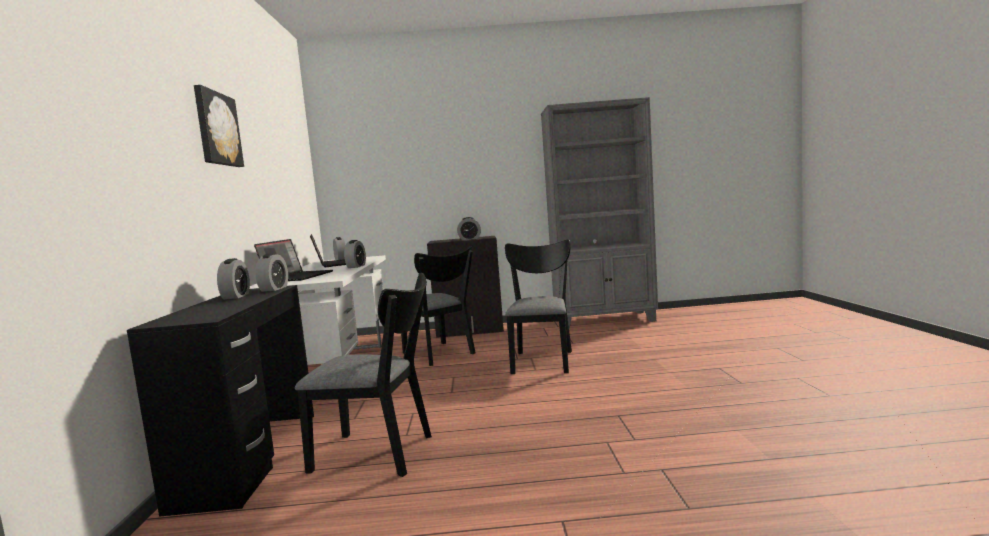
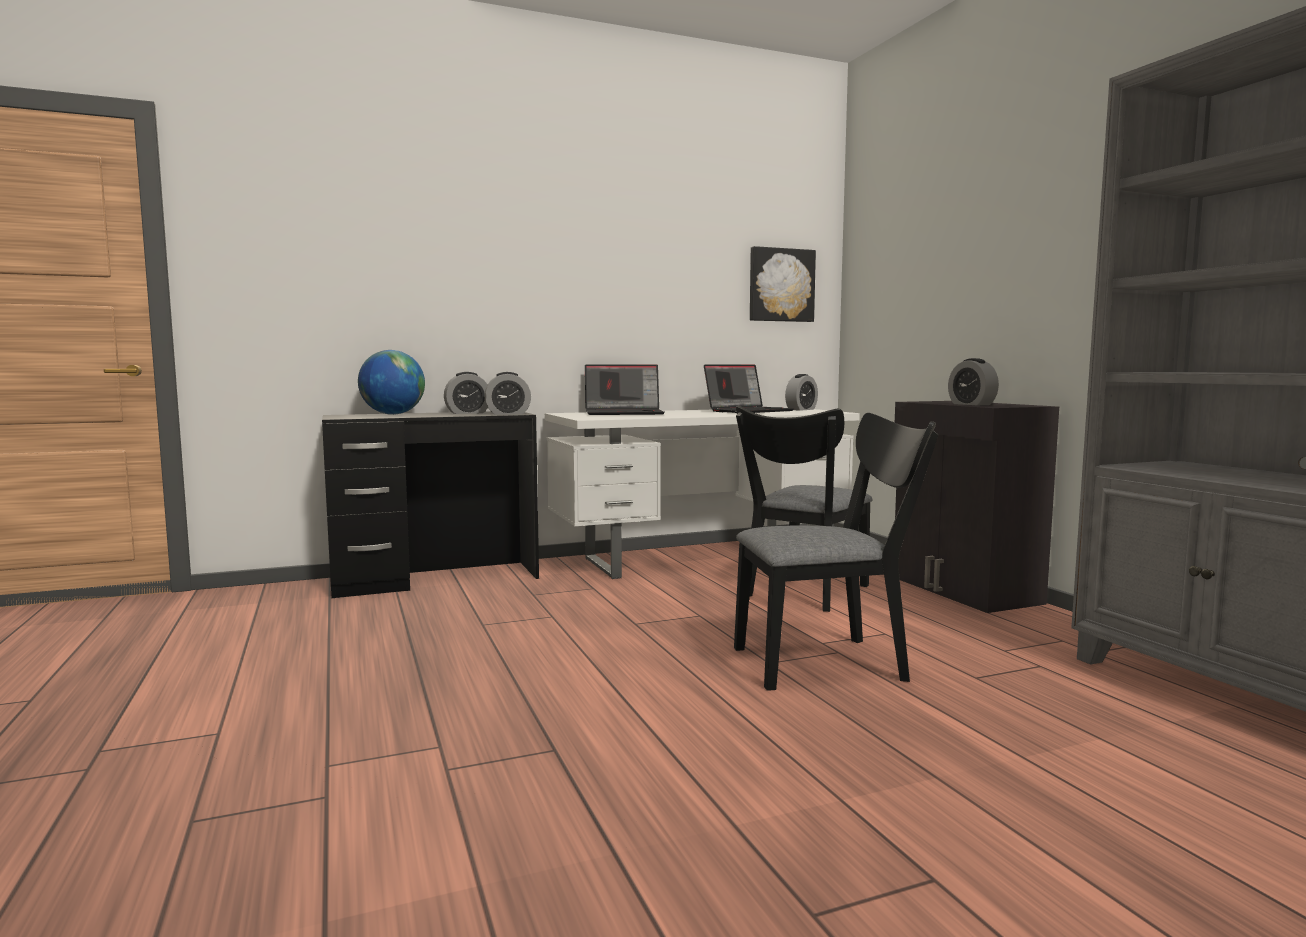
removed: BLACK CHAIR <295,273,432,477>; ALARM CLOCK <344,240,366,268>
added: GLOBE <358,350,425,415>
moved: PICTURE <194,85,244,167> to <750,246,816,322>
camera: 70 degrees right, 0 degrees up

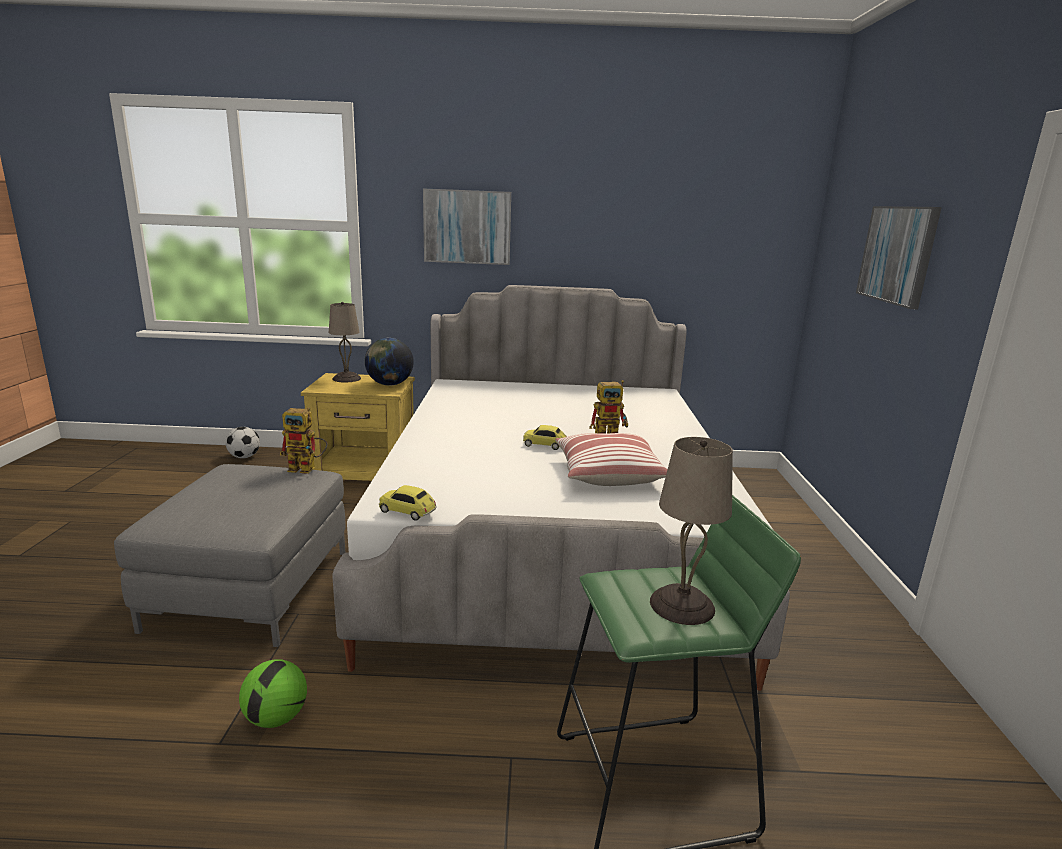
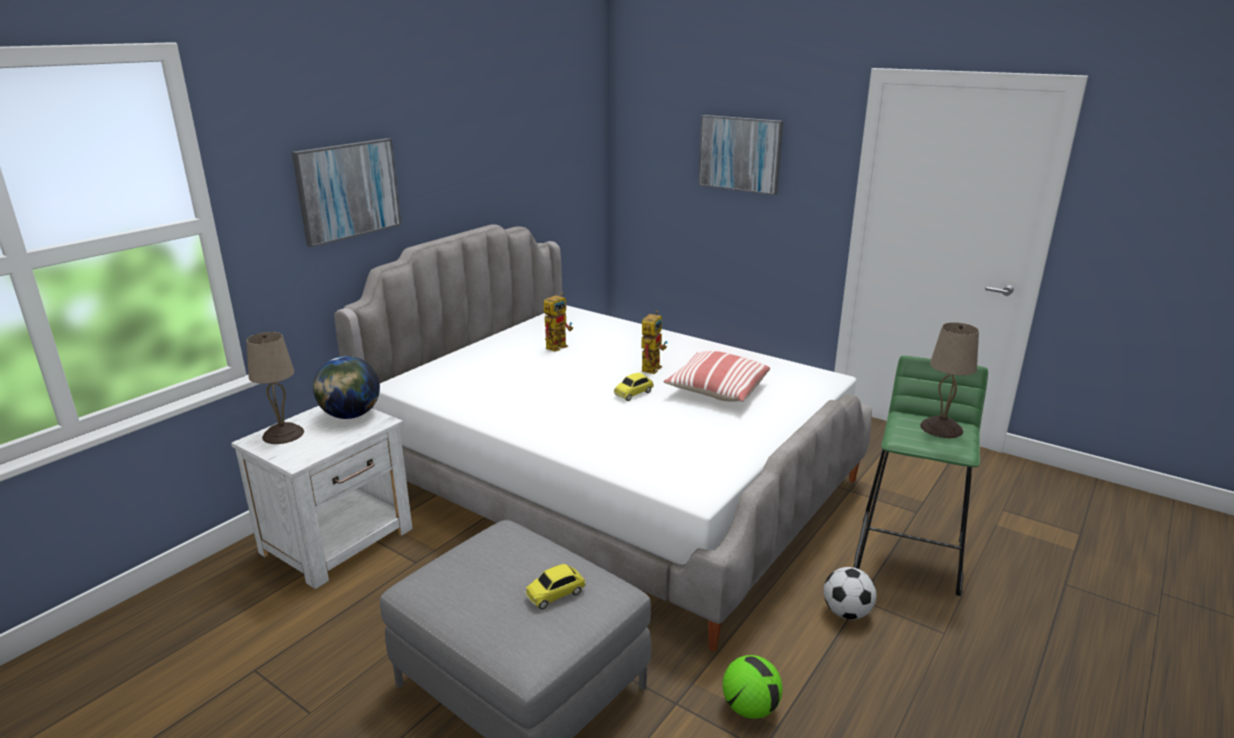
moved: TOY CAR <379,485,437,521> to <525,564,586,610>; TOY ROBOT <280,408,328,474> to <544,293,573,352>; FOOTBALL <225,427,260,458> to <824,567,876,620>
recoloured: YELLOW NIGHTSTAND <301,373,415,481> to WHITE NIGHTSTAND <231,406,413,589>
camera: 55 degrees left, 5 degrees up

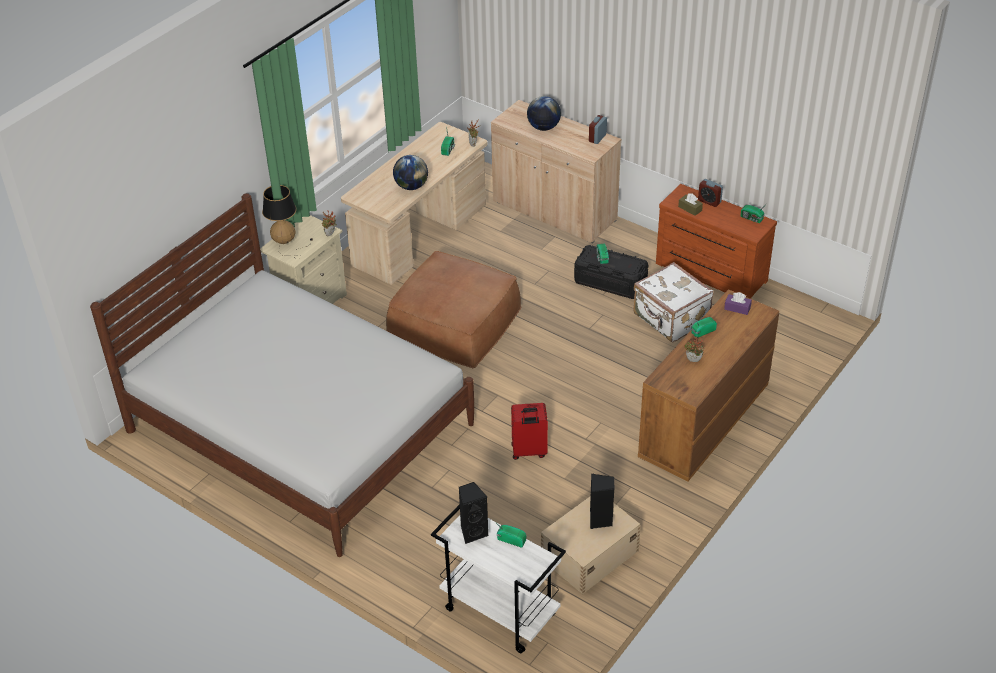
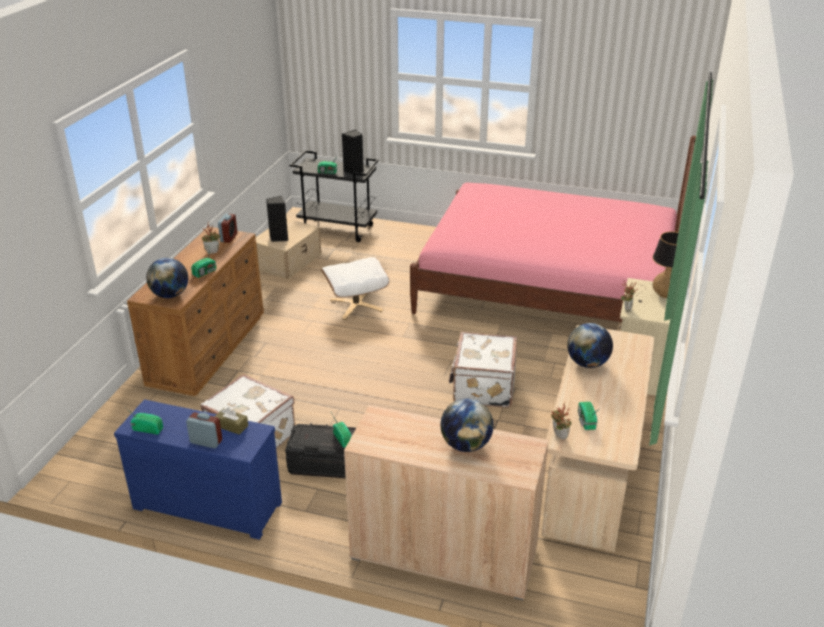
moved: ALARM CLOCK <589,115,607,144> to <218,214,237,243>
replaced: PURPLE TISSUE BOX <724,292,752,315> to GLOBE <146,258,188,298>; RED SUITCASE <511,403,548,460> to WHITE OTTOMAN <321,257,390,320>; BROWN OTTOMAN <386,251,521,368> to WHITE SUITCASE <449,332,517,408>
recoloured: BROWN DRESSER <656,184,777,299> to BLUE DRESSER <114,399,282,540>; WHITE CART <431,504,566,653> to BLACK CART <290,150,379,242>; WHITE BED <90,193,474,557> to PINK BED <410,136,696,322>
camera: 160 degrees right, 10 degrees down

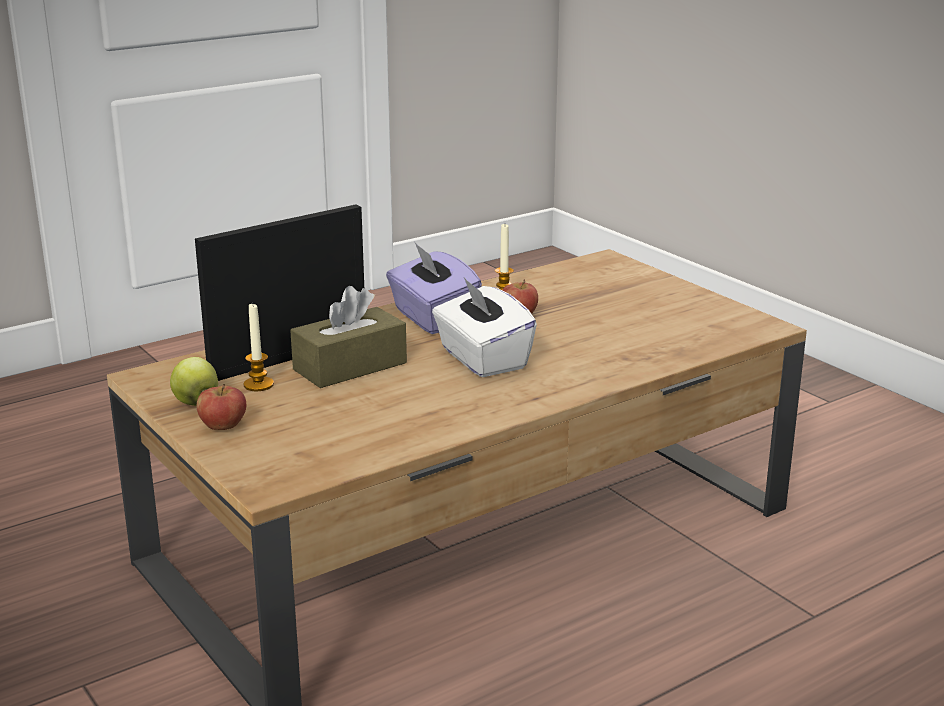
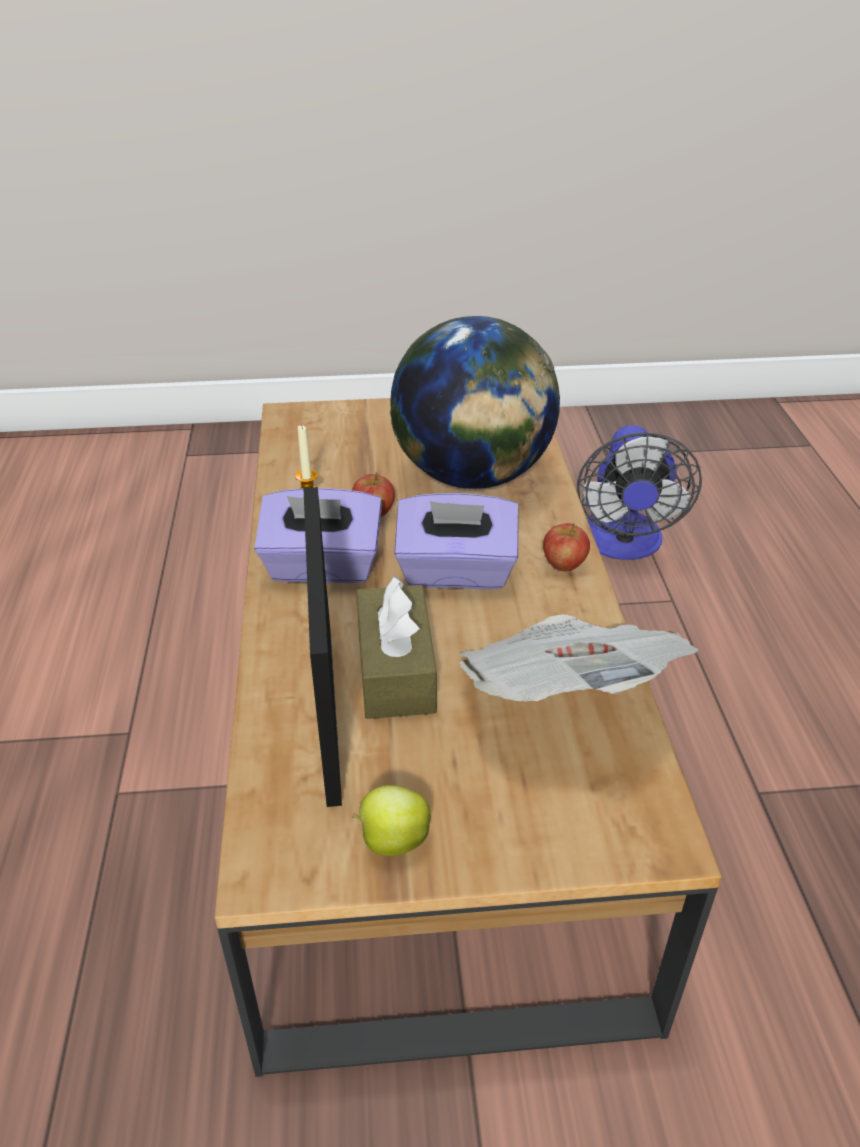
removed: CANDLE <243,304,274,391>
added: GLOBE <390,316,560,489>; NEWSPAPER <459,614,699,702>; FAN <577,425,702,560>
moved: APPLE <197,384,246,430> to <543,523,590,571>
recoloured: WHITE TISSUE BOX <432,278,537,377> to PURPLE TISSUE BOX <394,493,519,590>
camera: 60 degrees left, 15 degrees up

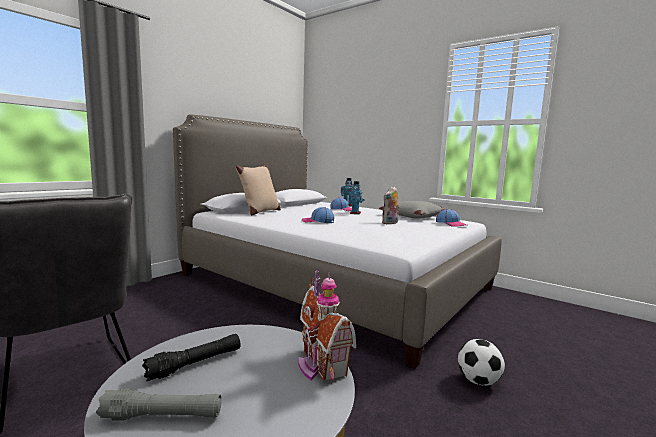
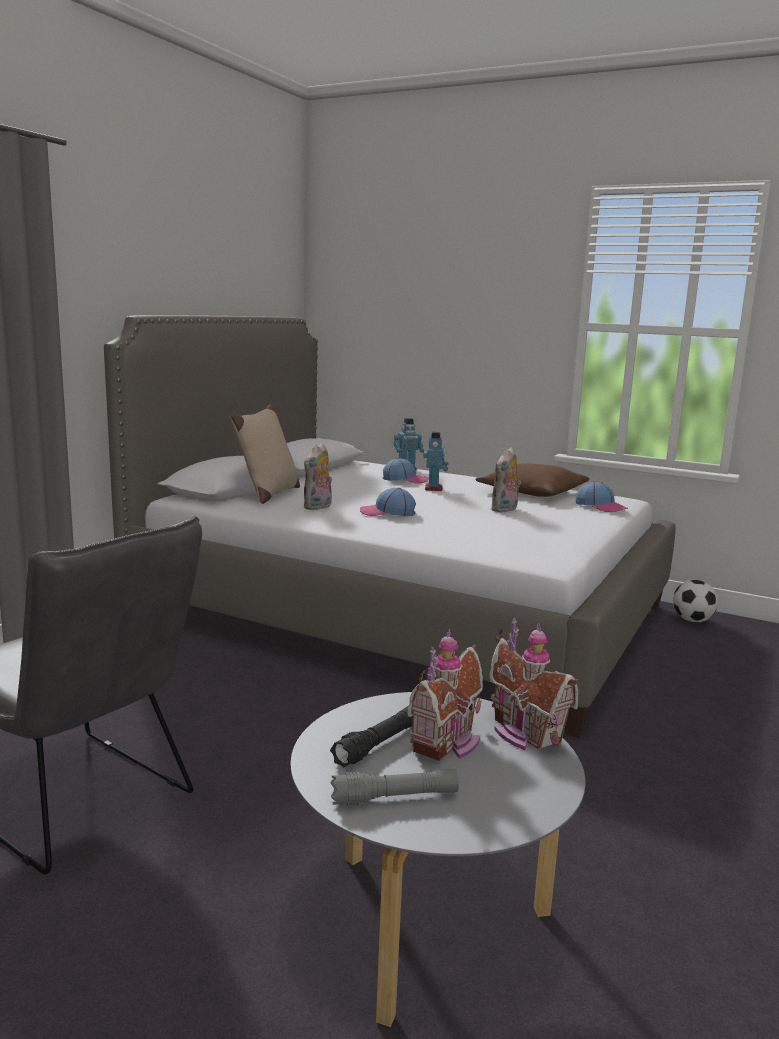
added: PLUSH TOY <304,443,332,510>; TOY HOUSE <407,630,483,761>
moved: FOOTBALL <458,339,505,386> to <673,580,718,622>
recoloured: GREY PILLOW <379,201,446,219> to BROWN PILLOW <475,463,590,497>
camera: 10 degrees left, 5 degrees up

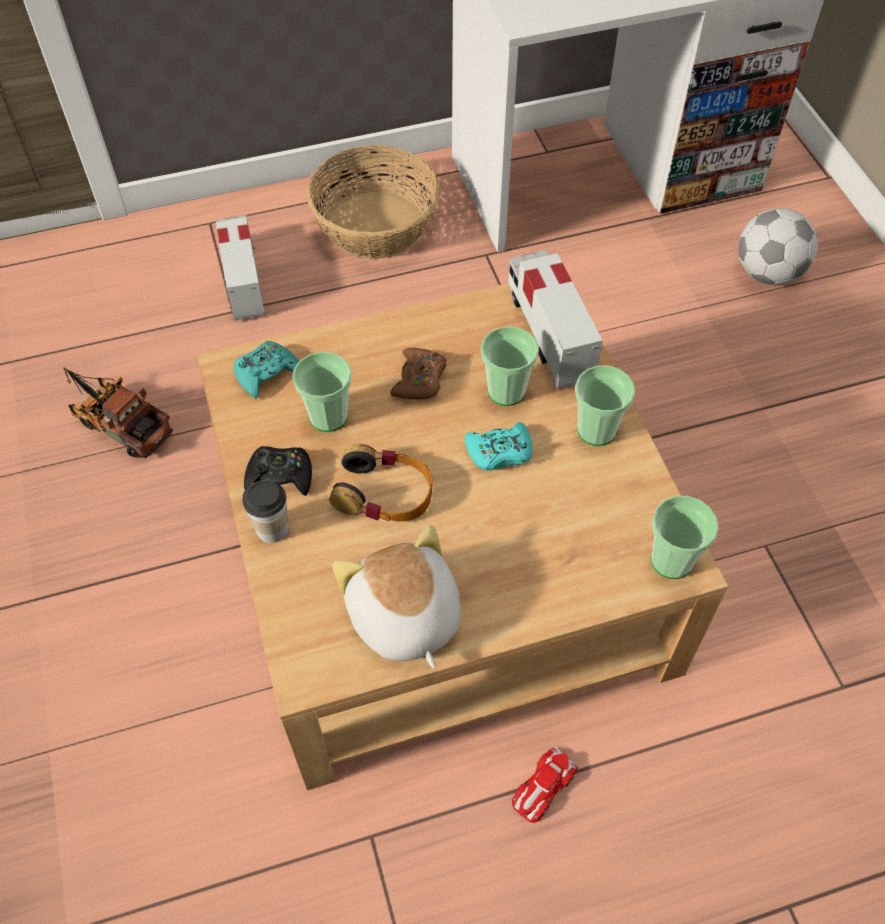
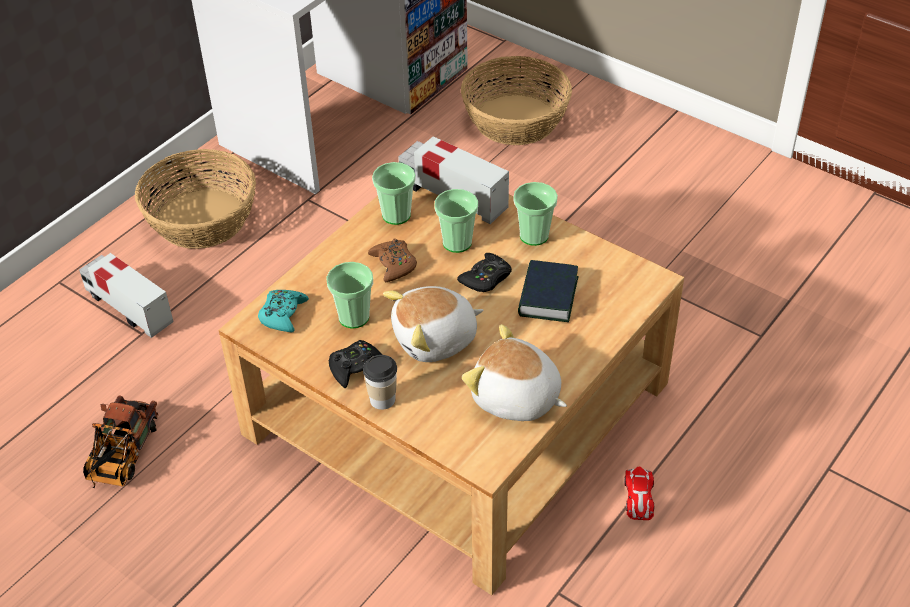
added: BOOK <518,260,579,322>
moved: CUP <651,496,719,579> to <372,162,416,225>
replaced: HEADPHONES <329,443,433,521> to PLUSH TOY <383,286,483,362>; FOOTBALL <738,208,818,285> to BASKET <461,56,572,145>
recoloured: TURQUOISE GAME CONTROLLER <464,422,533,470> to BLACK GAME CONTROLLER <457,253,512,292>
turned: TOY TRUCK <63,368,173,458> = <83,395,158,488> 75 degrees counterclockwise
camera: 35 degrees left, 10 degrees down

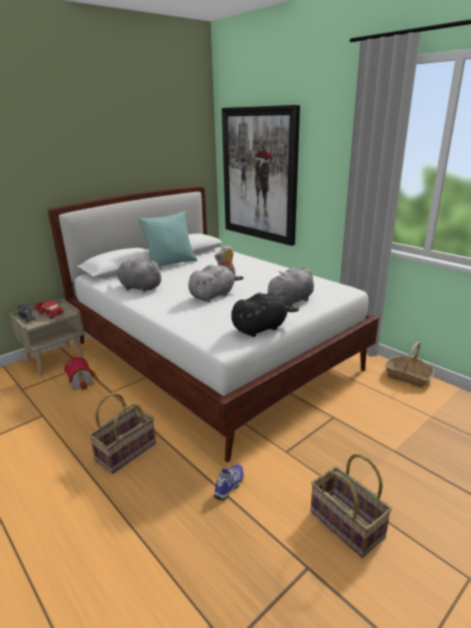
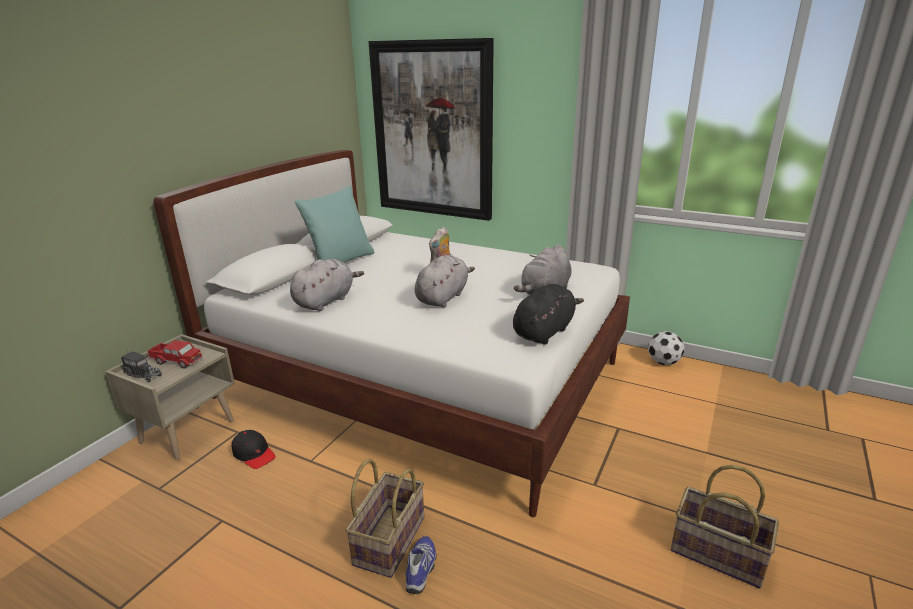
moved: SHOE <214,464,244,500> to <406,536,437,594>
replaced: TOY HOUSE <64,357,99,391> to BLACK CAP <232,430,276,469>; BASKET <385,342,435,387> to FOOTBALL <648,331,684,365>
turned: GREY PLUSH TOY <117,257,163,292> = <290,259,364,311> 120 degrees clockwise
camera: 20 degrees left, 0 degrees up

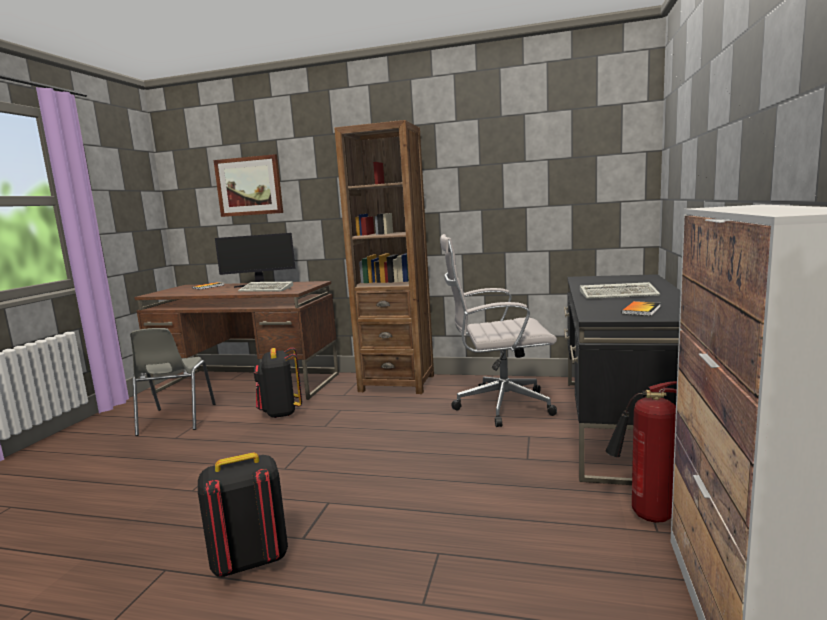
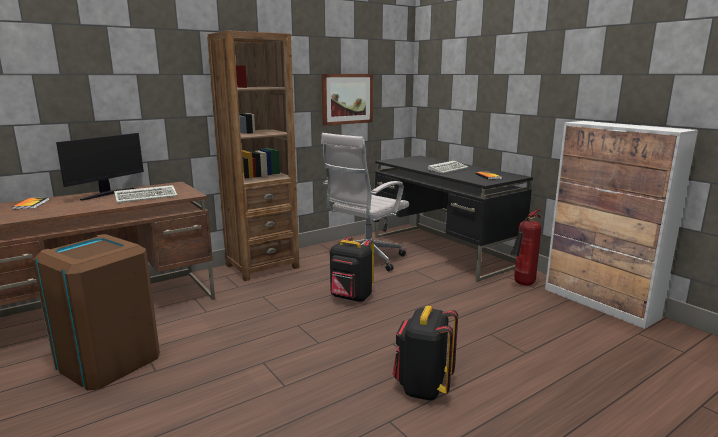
moved: PICTURE <213,154,283,217> to <322,74,373,126>; BLACK BACKPACK <254,347,302,418> to <330,237,374,302>
replaced: GREY CHAIR <130,328,216,436> to BROWN TRASH CAN <33,234,160,391>
camera: 50 degrees left, 5 degrees up

